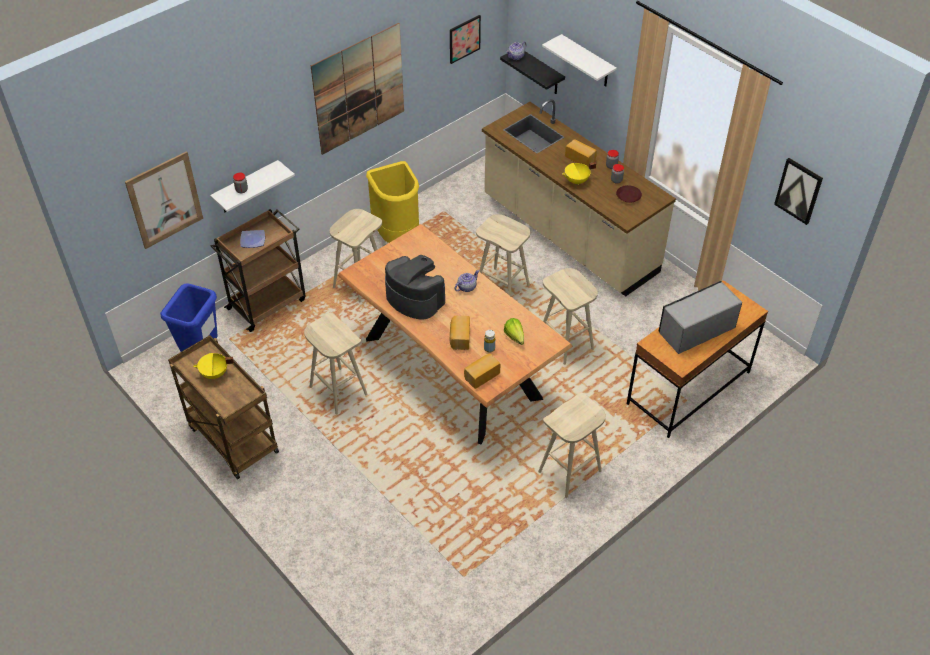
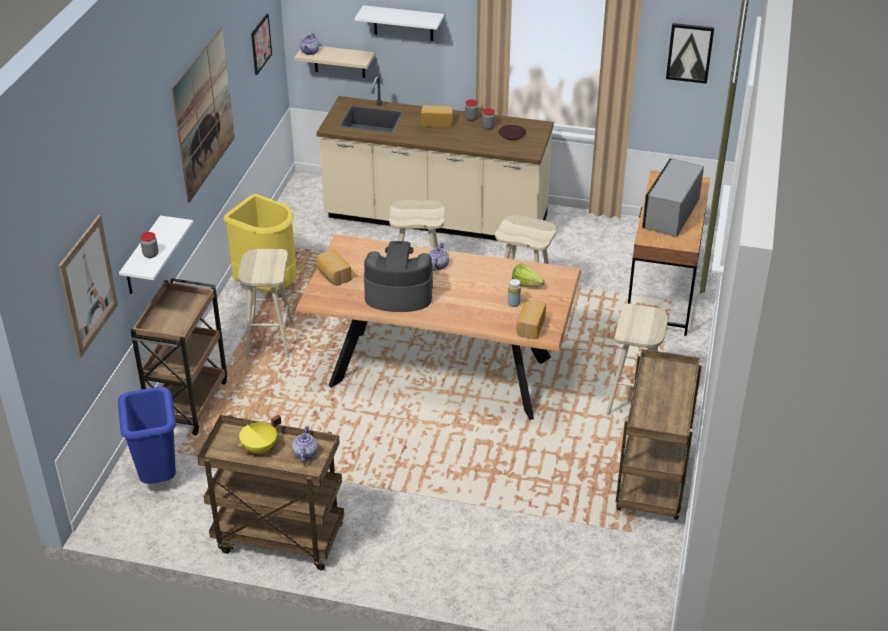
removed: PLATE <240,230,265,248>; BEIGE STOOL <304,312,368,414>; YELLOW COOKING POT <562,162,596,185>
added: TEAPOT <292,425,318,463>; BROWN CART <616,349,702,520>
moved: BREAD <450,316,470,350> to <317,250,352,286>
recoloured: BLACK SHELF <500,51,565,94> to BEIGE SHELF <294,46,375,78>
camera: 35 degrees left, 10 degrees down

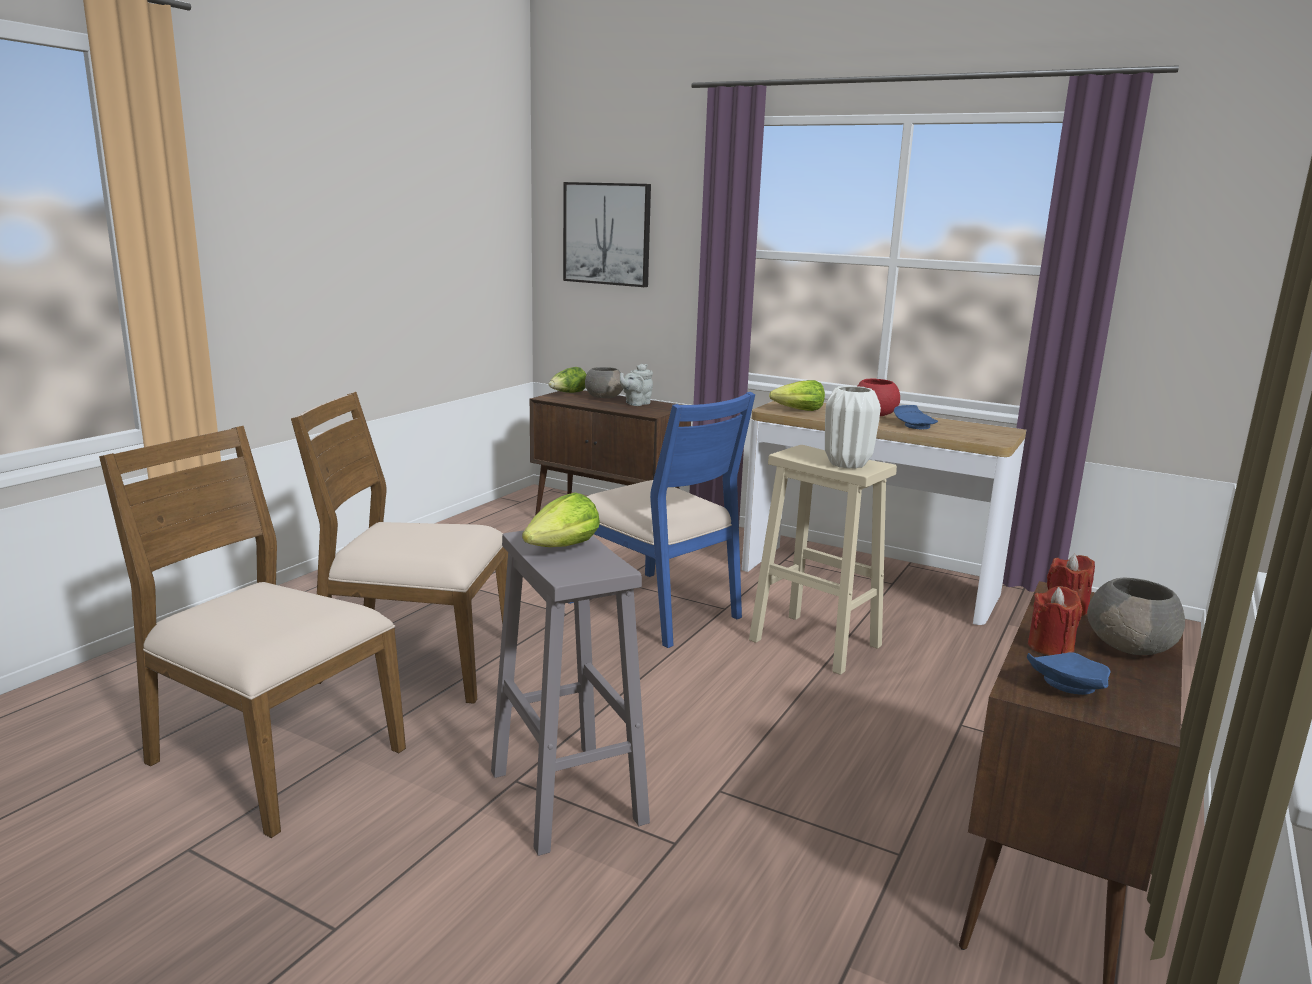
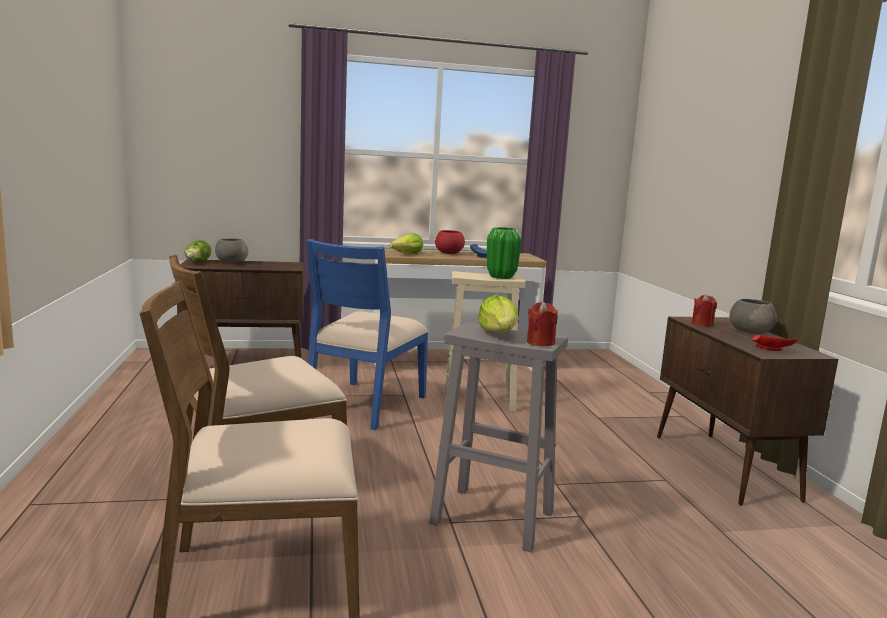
removed: PICTURE <563,182,651,287>; GREY TEAPOT <620,364,653,406>
moved: RED CANDLE <1028,586,1082,655> to <527,301,558,346>
recoloured: WHITE VASE <825,386,881,469> to GREEN VASE <487,227,522,279>; BLUE PLATE <1027,652,1111,695> to RED PLATE <752,335,798,351>
turned: BLUE CHAIR <569,392,755,648> = <307,239,428,430> 105 degrees clockwise
camera: 40 degrees left, 5 degrees down

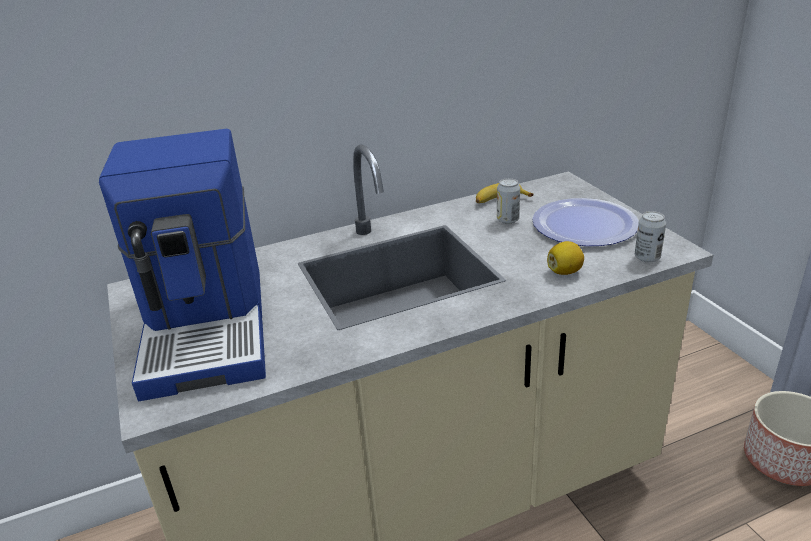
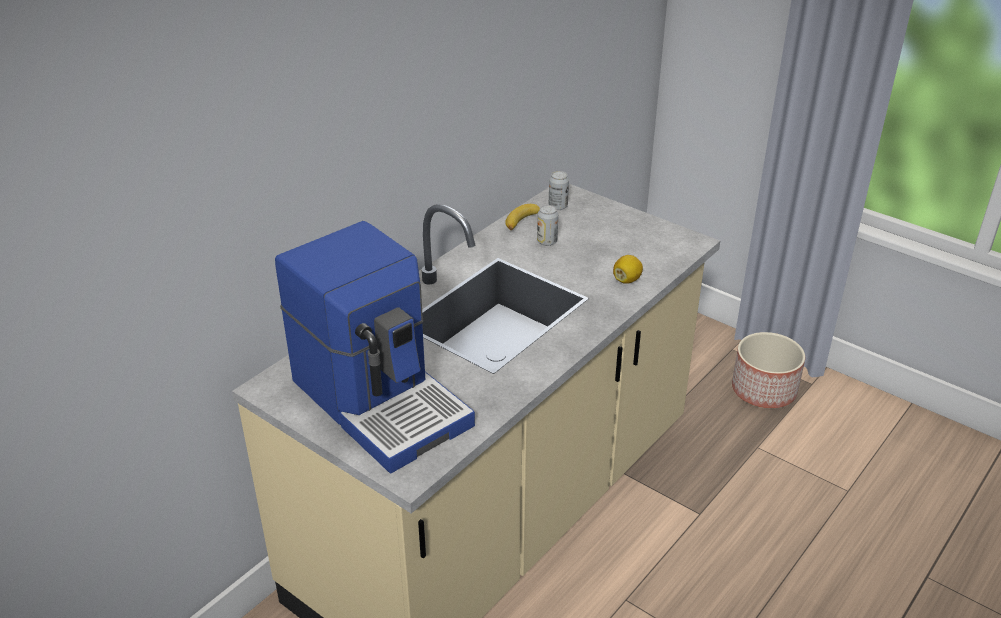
removed: PLATE <532,198,639,246>
moved: CAN <635,211,666,262> to <549,171,569,210>
camera: 30 degrees left, 5 degrees up

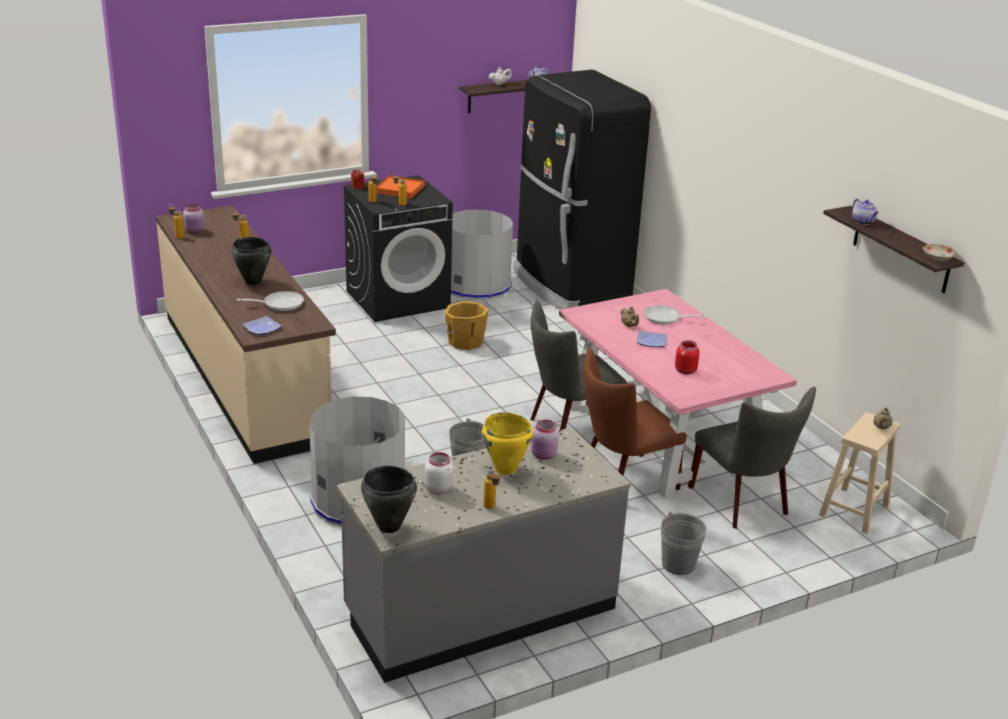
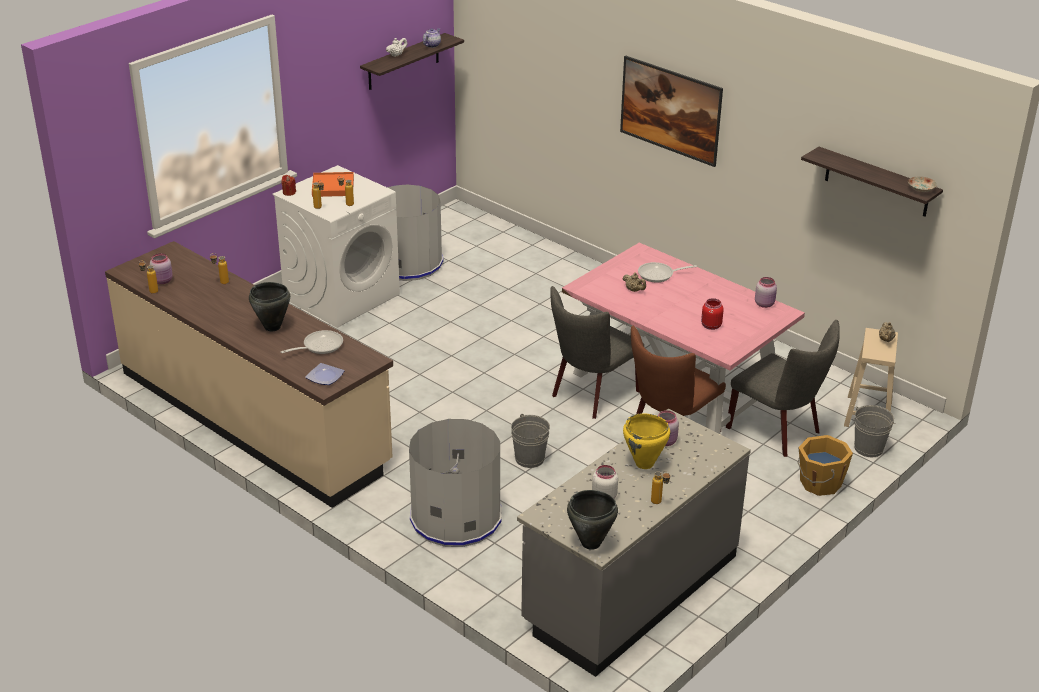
removed: BLACK FRIDGE <513,70,651,310>; PLATE <637,331,667,347>; TEAPOT <852,199,879,225>
added: PICTURE <620,56,723,167>; PINK JAR <755,277,777,308>
moved: ORANGE BUCKET <444,301,489,350> to <797,435,853,496>; GREY BUCKET <661,511,707,575> to <854,405,896,457>
recoloured: BLACK WASHING MACHINE <343,175,453,322> to WHITE WASHING MACHINE <272,165,400,328>
camera: 20 degrees left, 5 degrees up

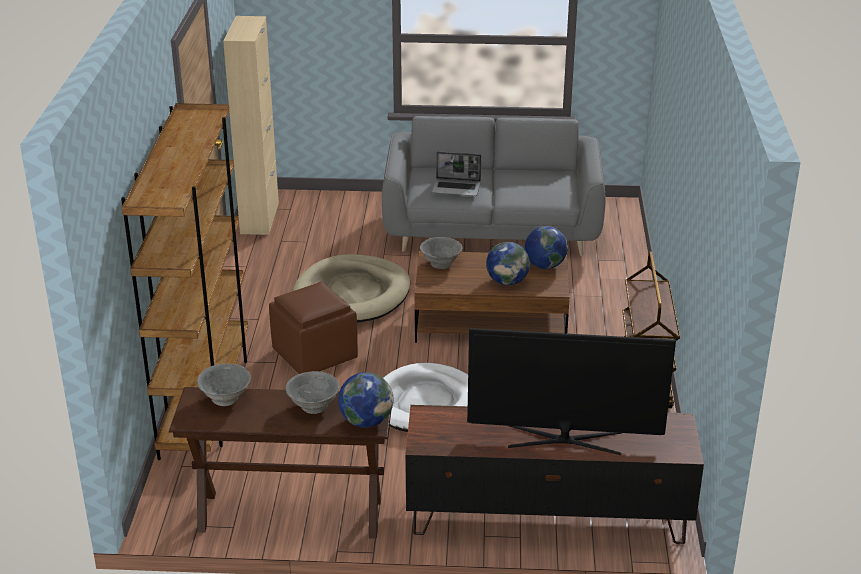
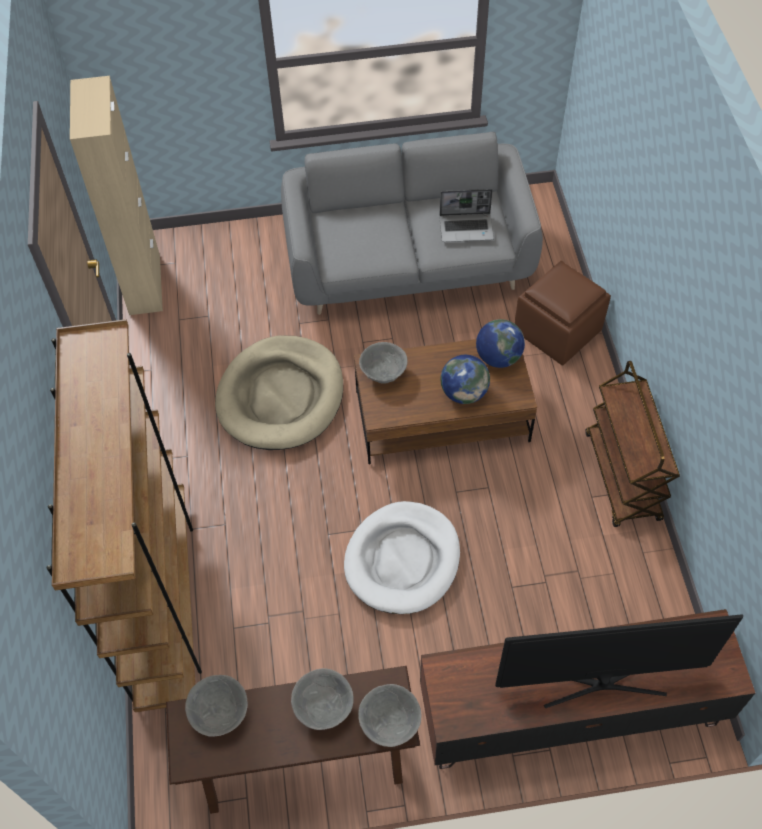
moved: LAPTOP <432,151,481,196> to <439,189,494,242>; BROWN OTTOMAN <269,282,358,374> to <515,261,611,366>
replaced: GLOBE <338,372,394,428> to GREY BOWL <358,684,421,747>
camera: 10 degrees left, 25 degrees up

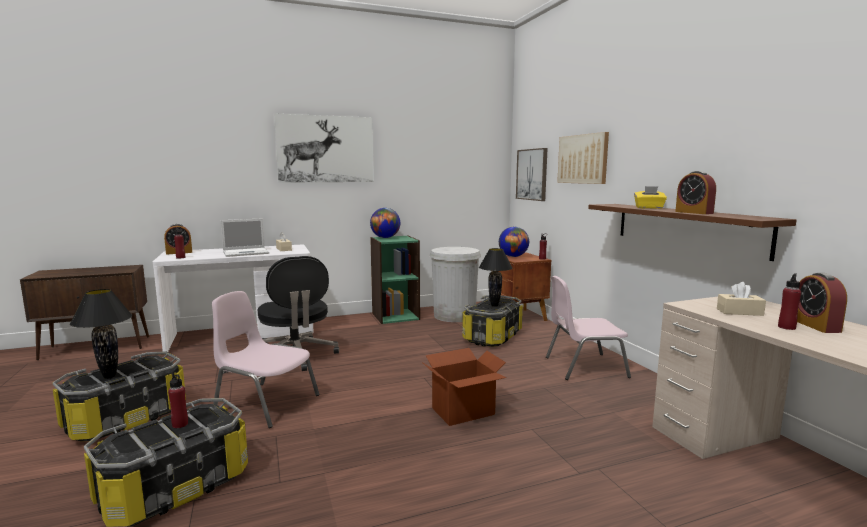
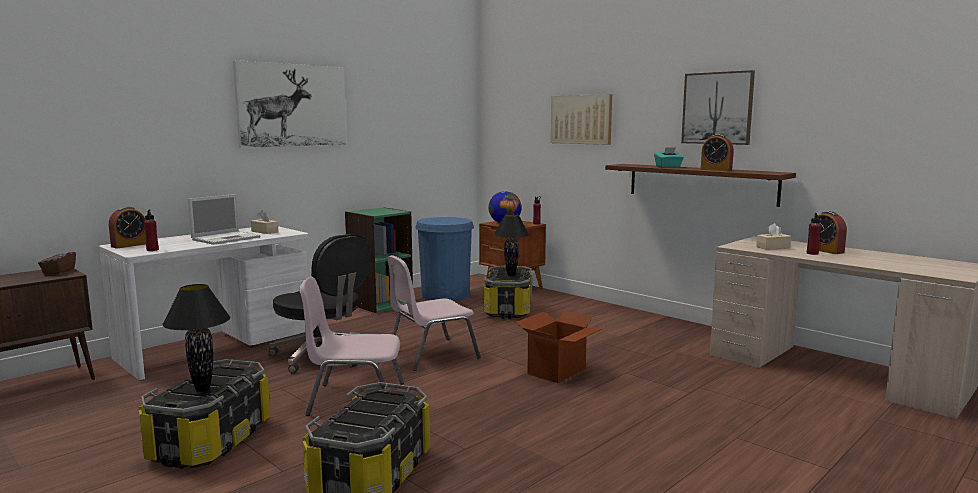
removed: RED BOTTLE <168,373,188,428>; GLOBE <370,208,400,238>
added: BROWN TISSUE BOX <38,246,76,274>
moved: PINK CHAIR <546,276,631,380> to <387,255,480,371>; PICTURE <516,148,548,201> to <681,70,755,145>
recoloured: WHITE TRASH CAN <429,247,481,322> to BLUE TRASH CAN <415,217,474,302>; YELLOW TISSUE BOX <634,186,667,209> to TURQUOISE TISSUE BOX <654,147,684,168>
camera: 25 degrees left, 0 degrees up

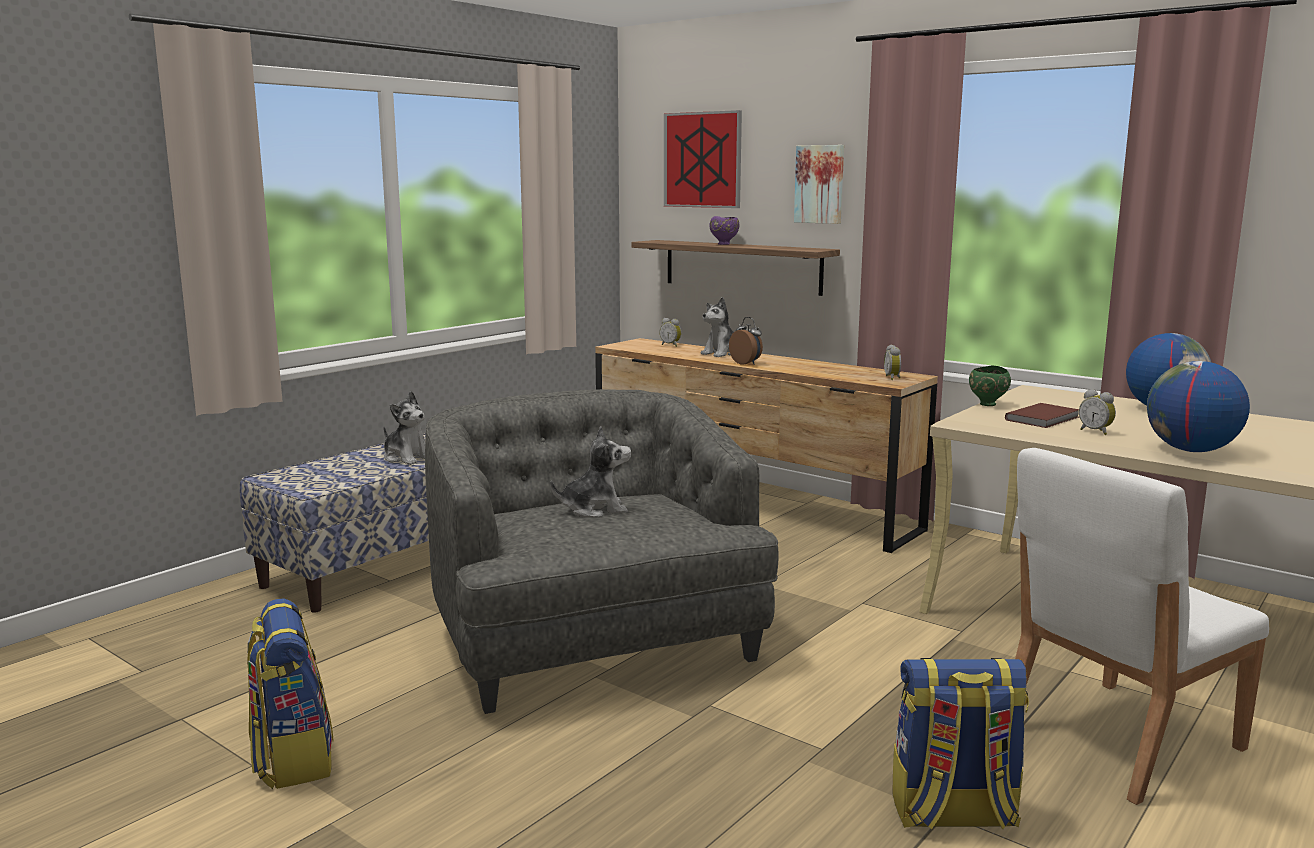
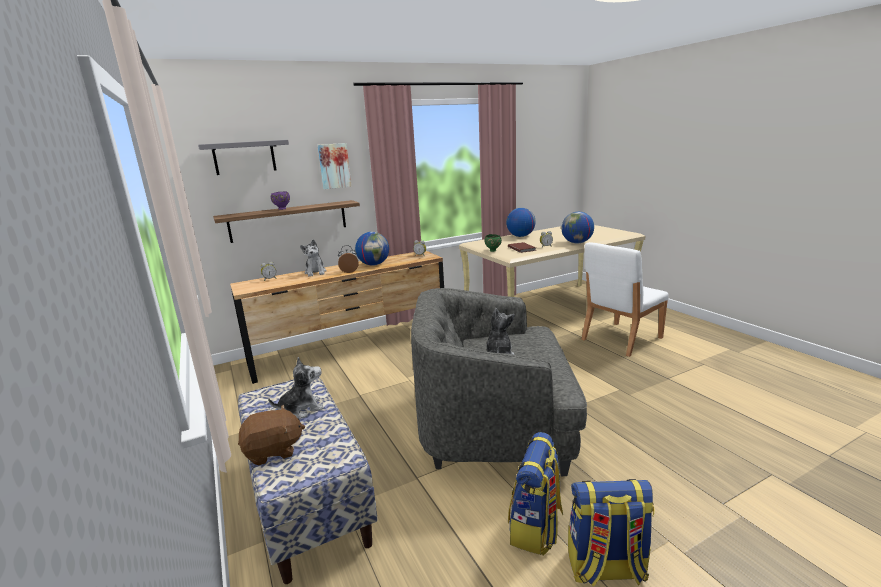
added: BROWN PLUSH TOY <238,405,305,466>; GLOBE <355,232,389,266>
moved: BACKPACK <892,658,1029,830> to <508,432,563,555>
replaced: PICTURE <664,110,742,208> to GREY SHELF <198,140,289,175>
turned: WHITE CHAIR <1015,448,1269,805> = <581,242,669,357> 60 degrees clockwise
camera: 65 degrees left, 5 degrees up

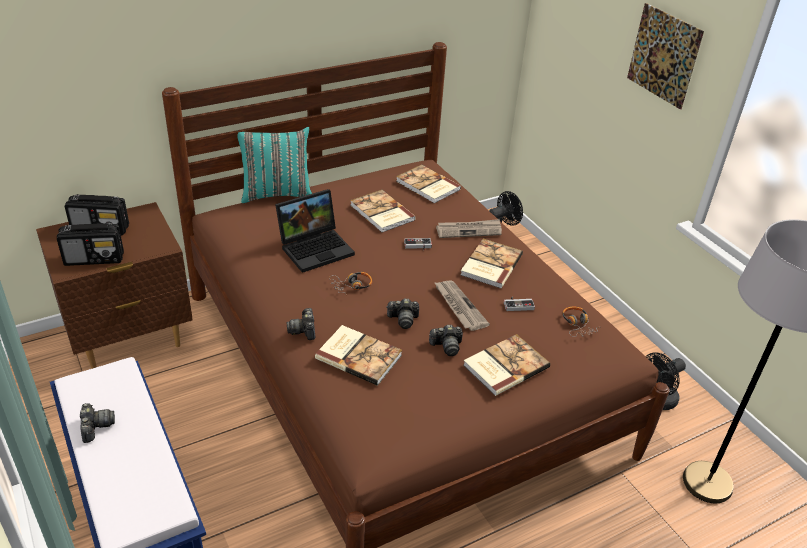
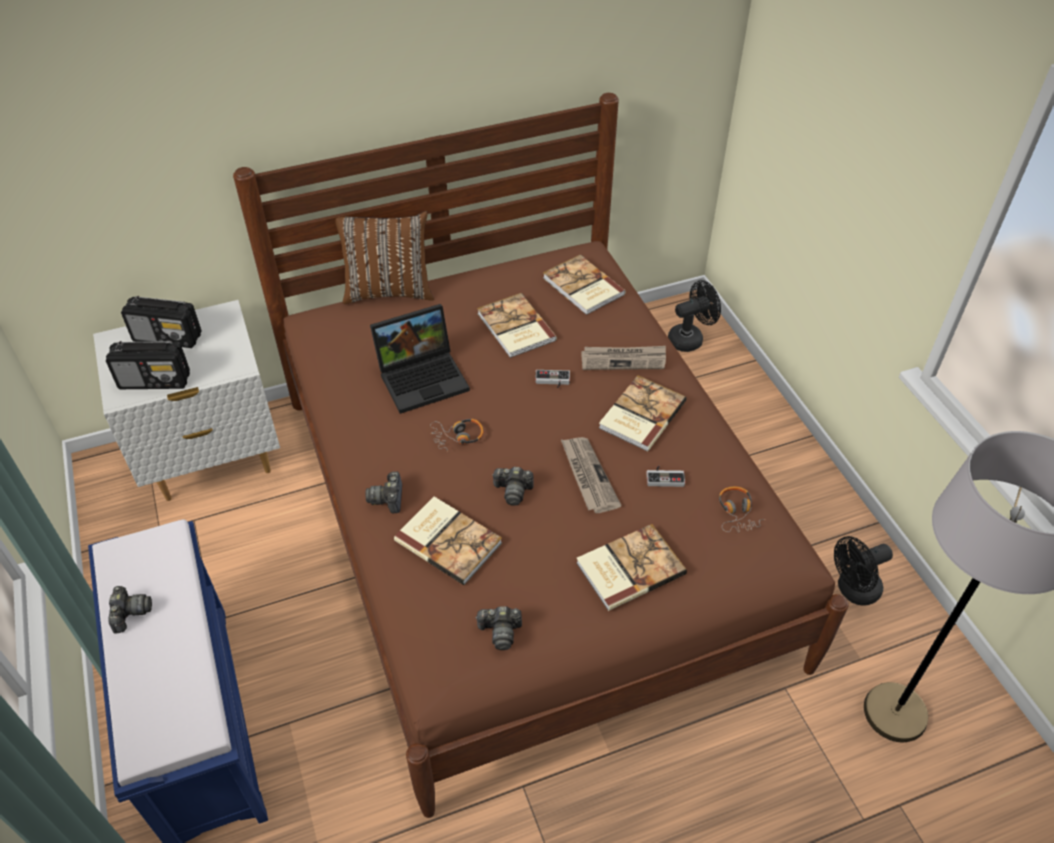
removed: PICTURE <627,3,704,109>
moved: PHOTO CAMERA <429,325,463,356> to <475,606,522,650>
recoloured: BROWN NIGHTSTAND <36,202,193,369> to WHITE NIGHTSTAND <93,300,280,501>; TURQUOISE PILLOW <237,127,312,203> to BROWN PILLOW <335,211,434,304>
camera: 10 degrees right, 10 degrees up

